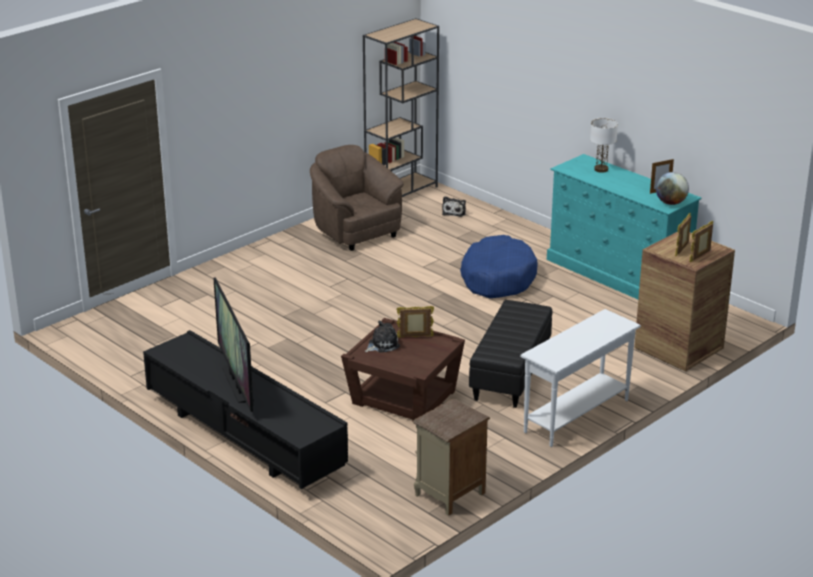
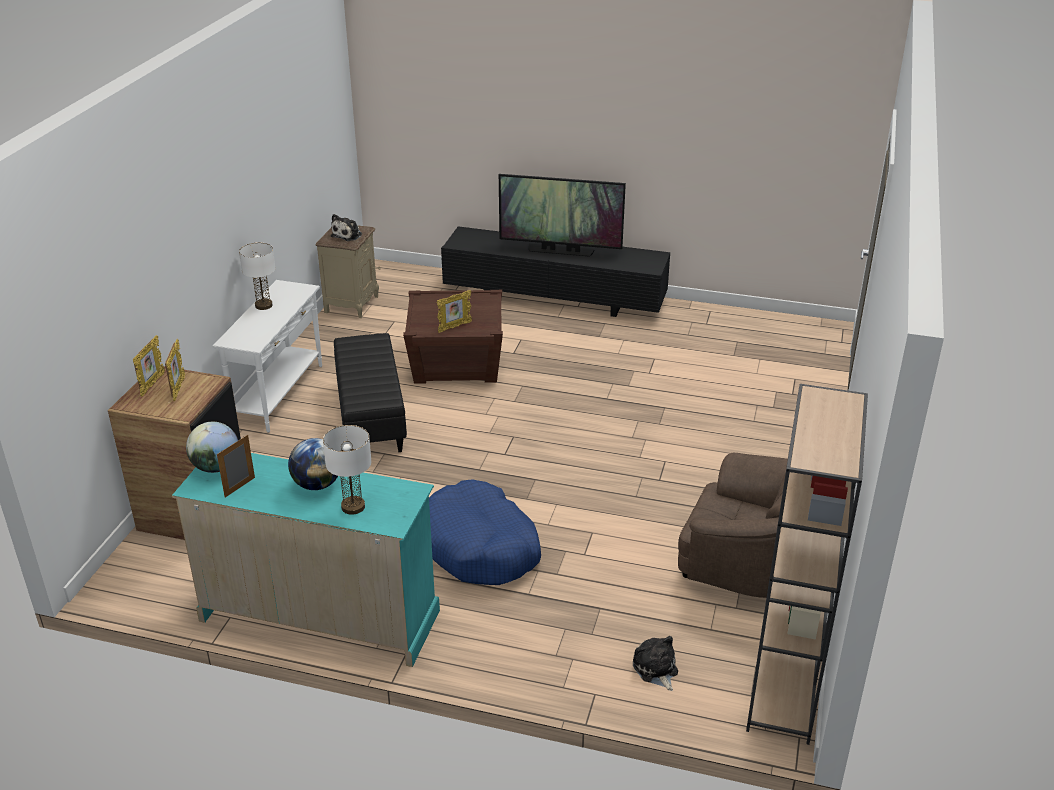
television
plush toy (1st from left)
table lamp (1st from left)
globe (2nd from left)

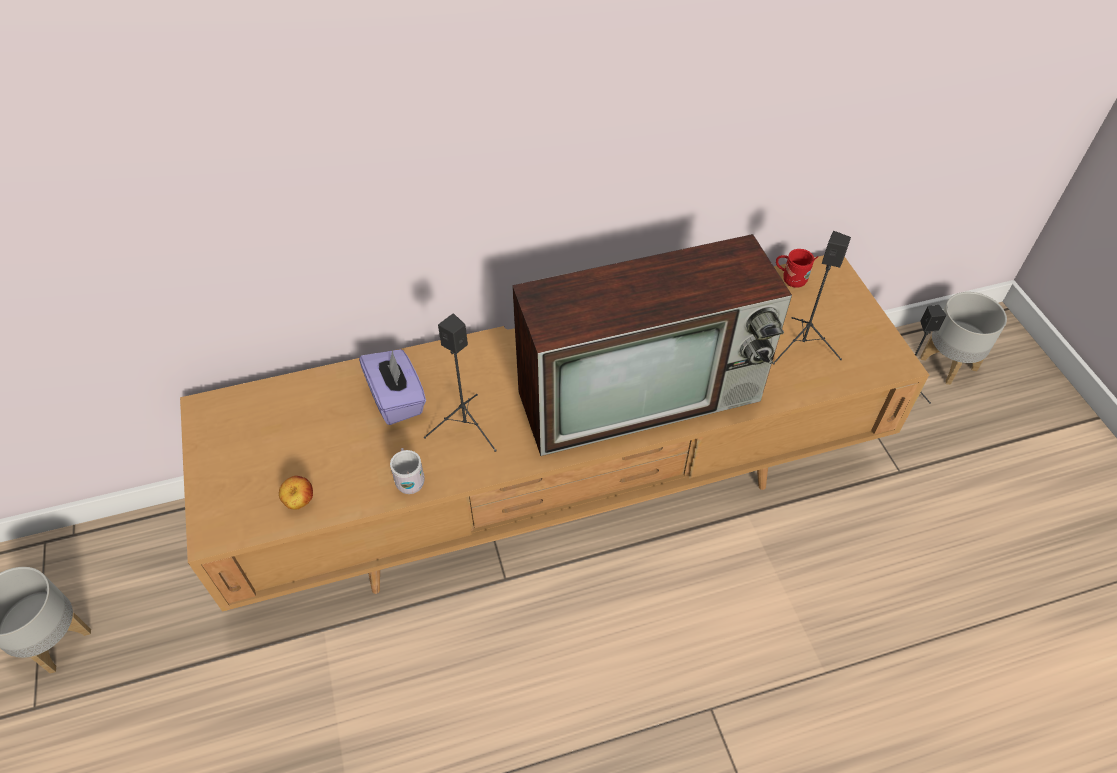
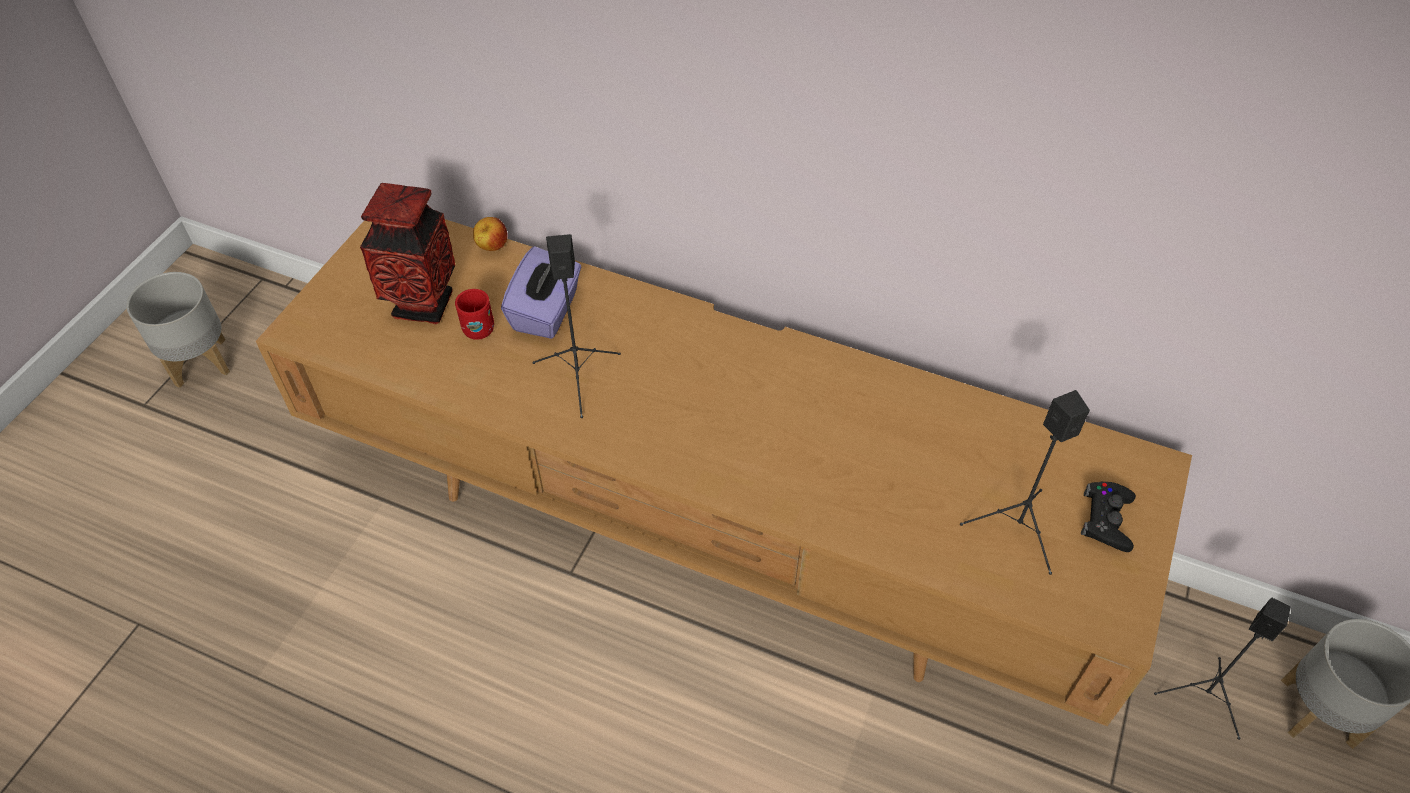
apple
white mug
television
red mug
vase
black game controller

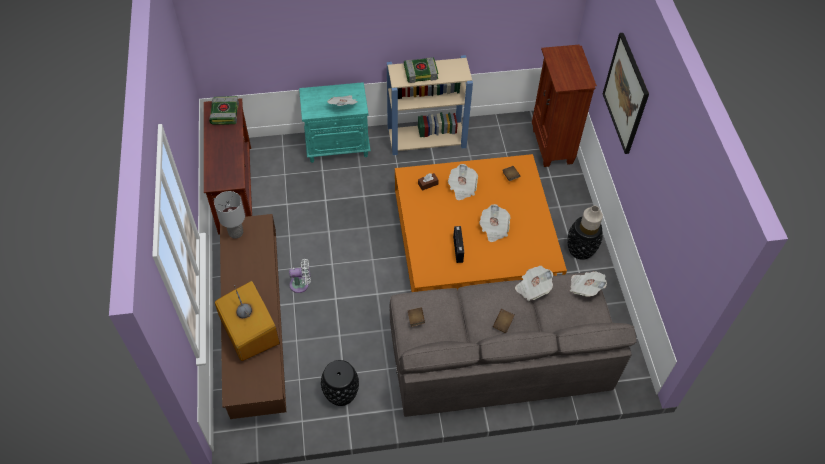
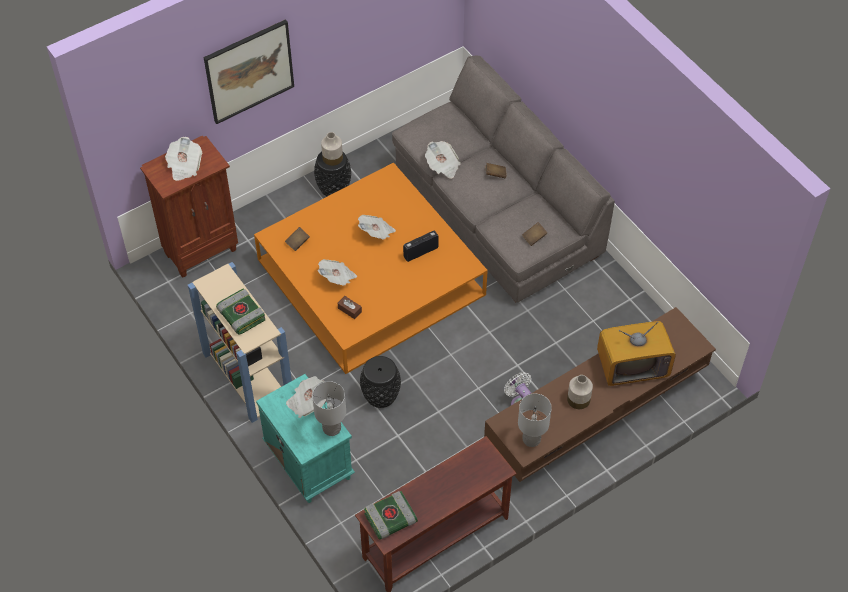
television
black stool (2nd from left)
newspaper (1st from left)
grey table lamp (1st from left)
beige vase (2nd from left)

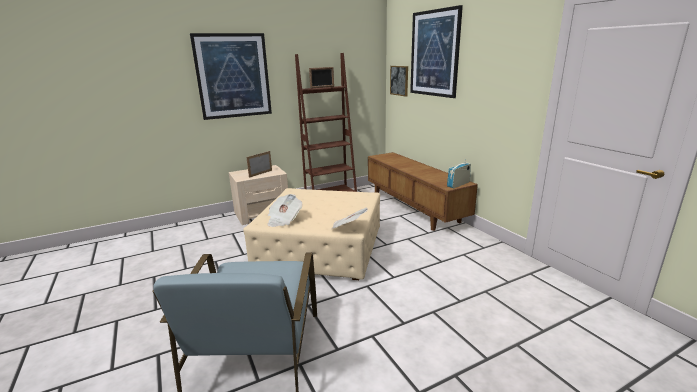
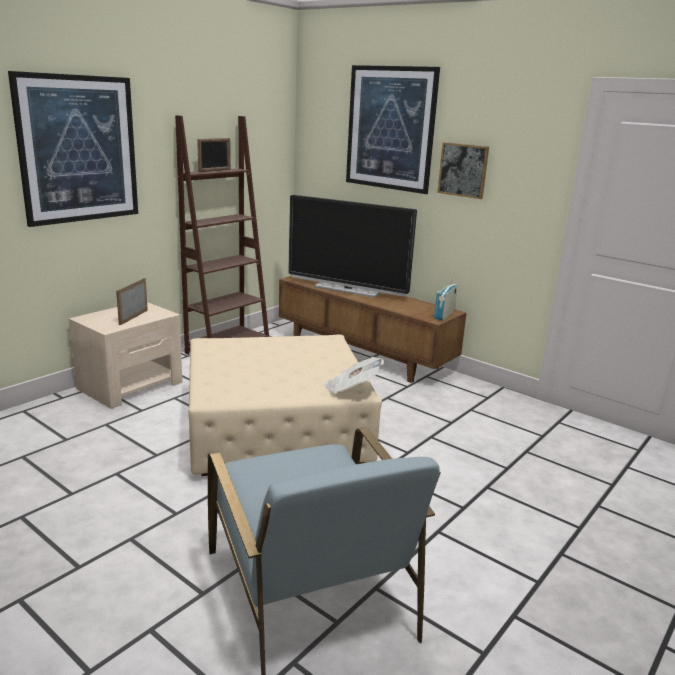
newspaper (1st from left in the first image)
picture (3rd from left)
television

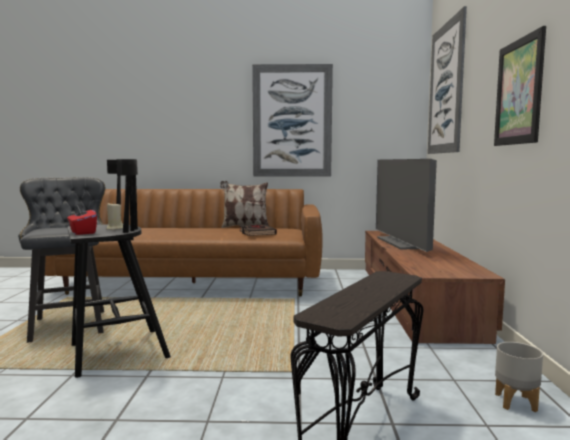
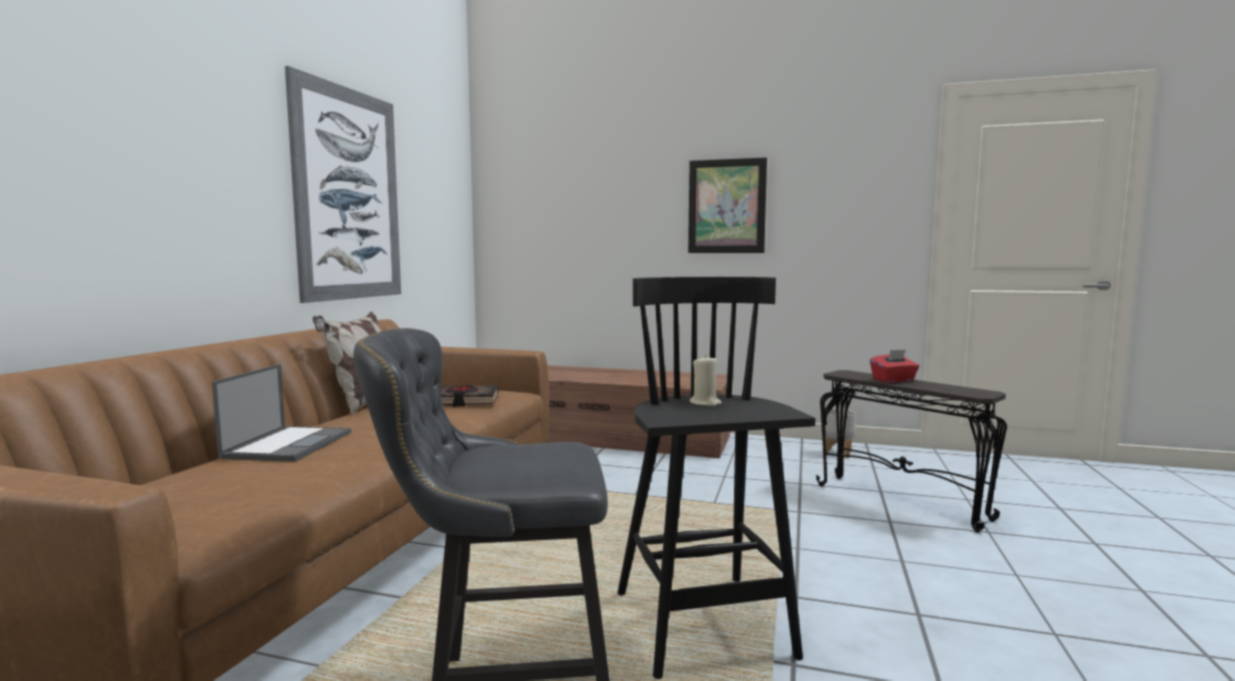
red tissue box
television
picture (2nd from left in the first image)
laptop

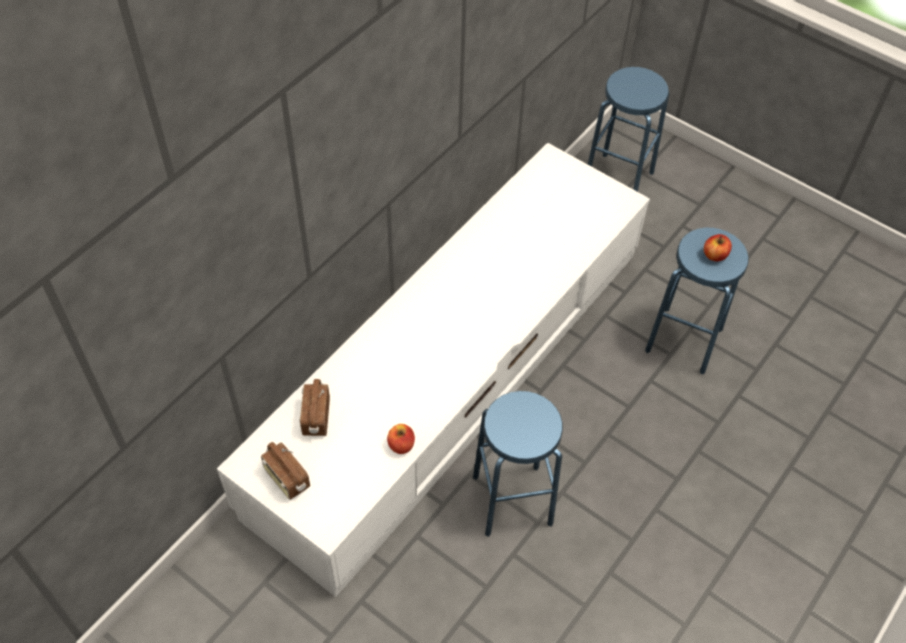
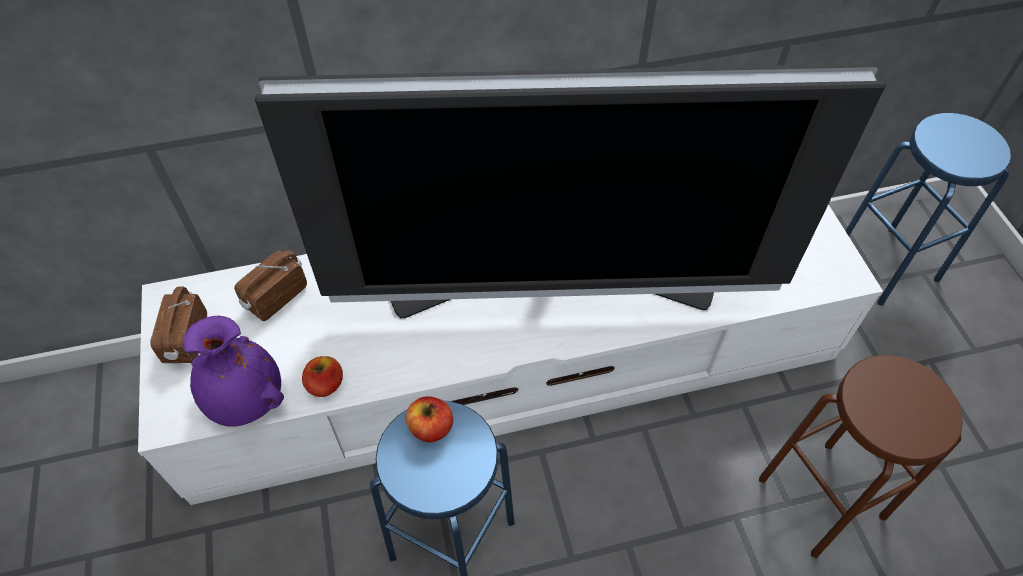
brown stool
apple (2nd from left)
purple vase
television

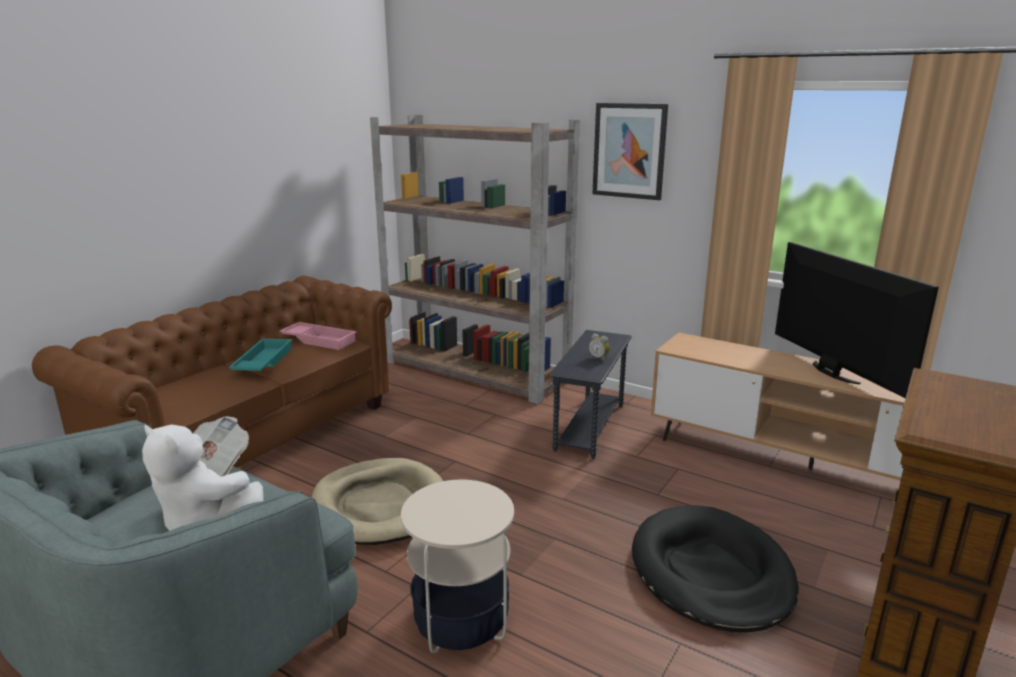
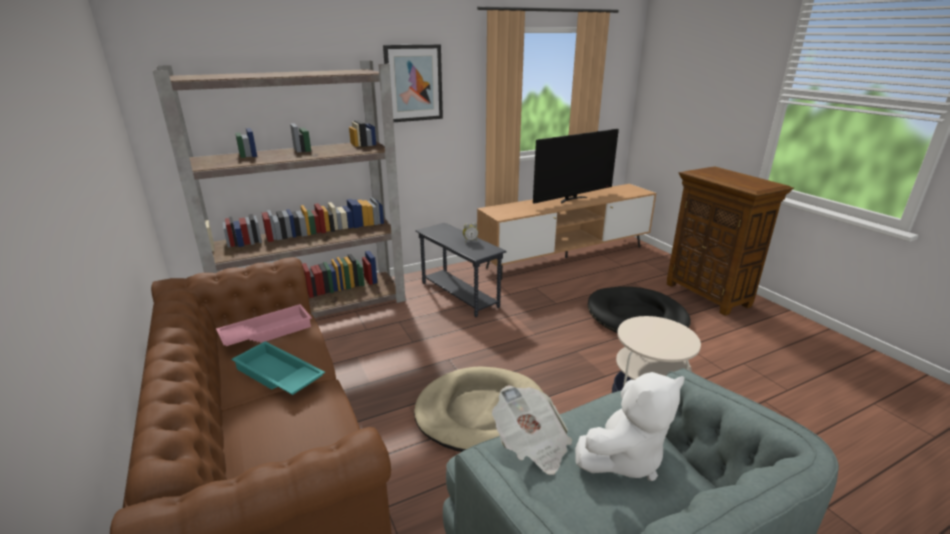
television

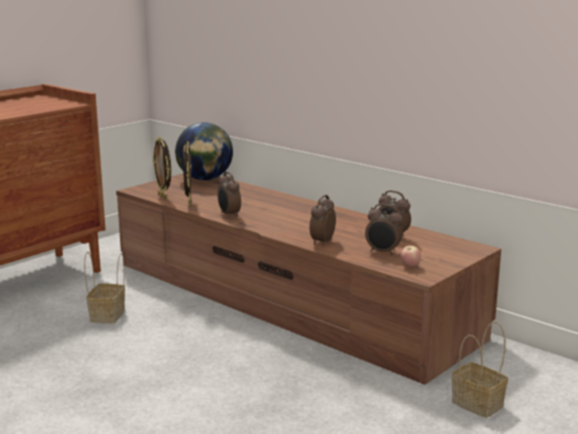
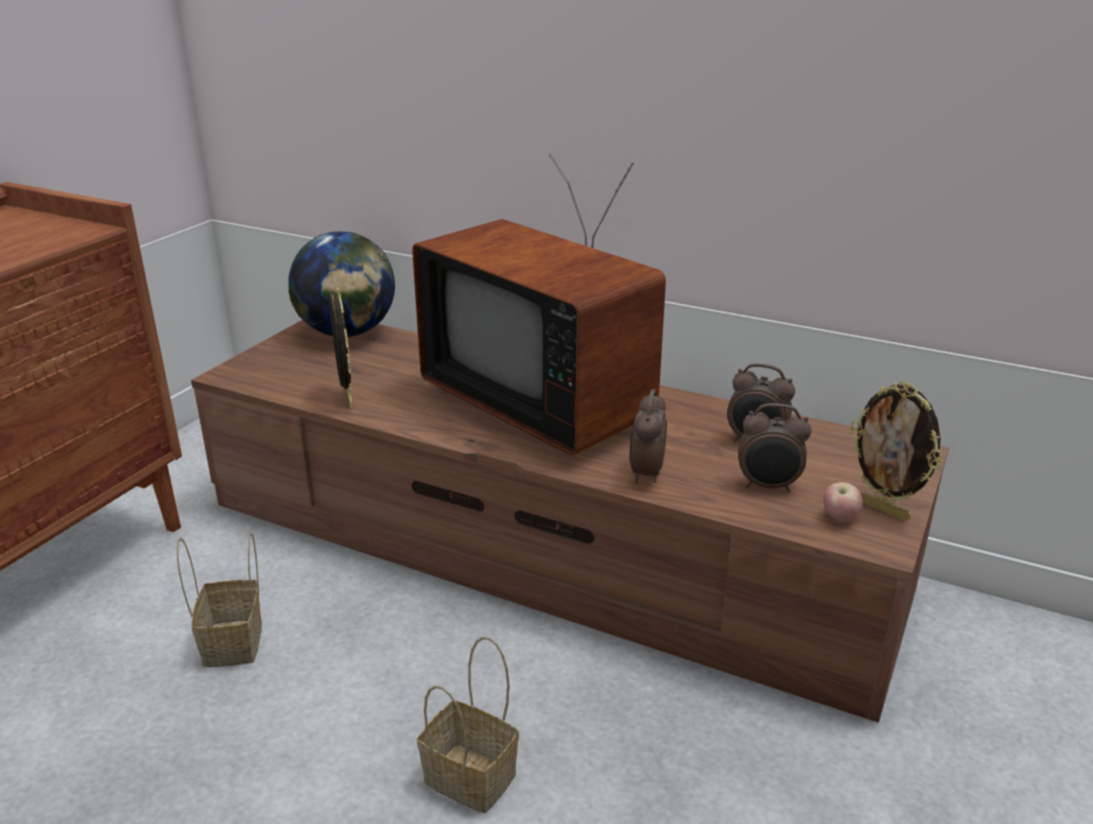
picture frame (2nd from left)
alarm clock (1st from left in the first image)
basket (2nd from left)
television

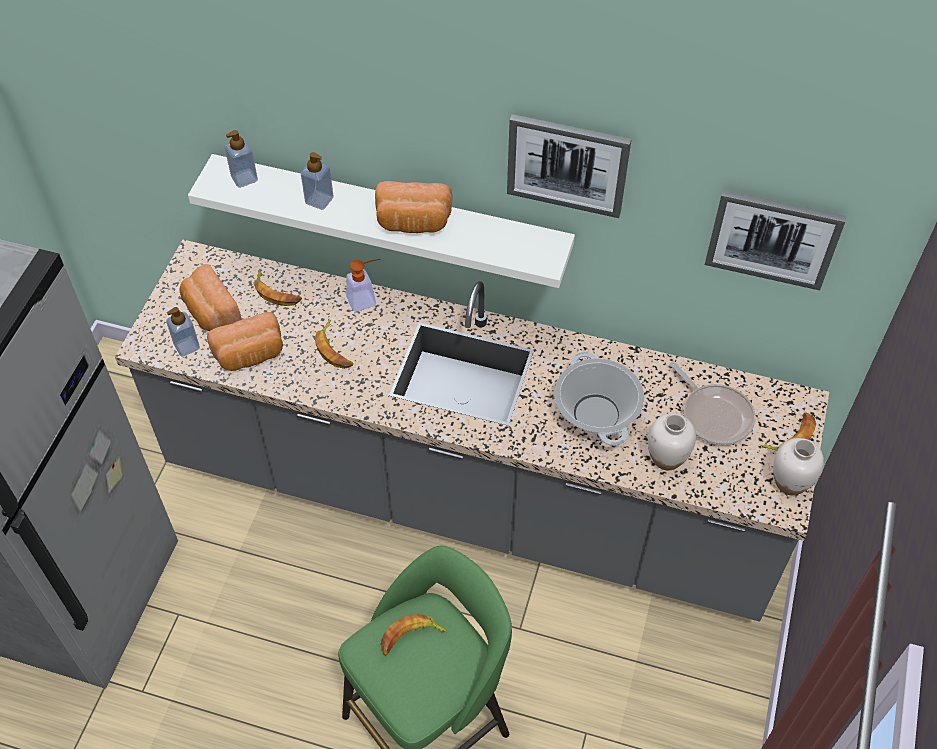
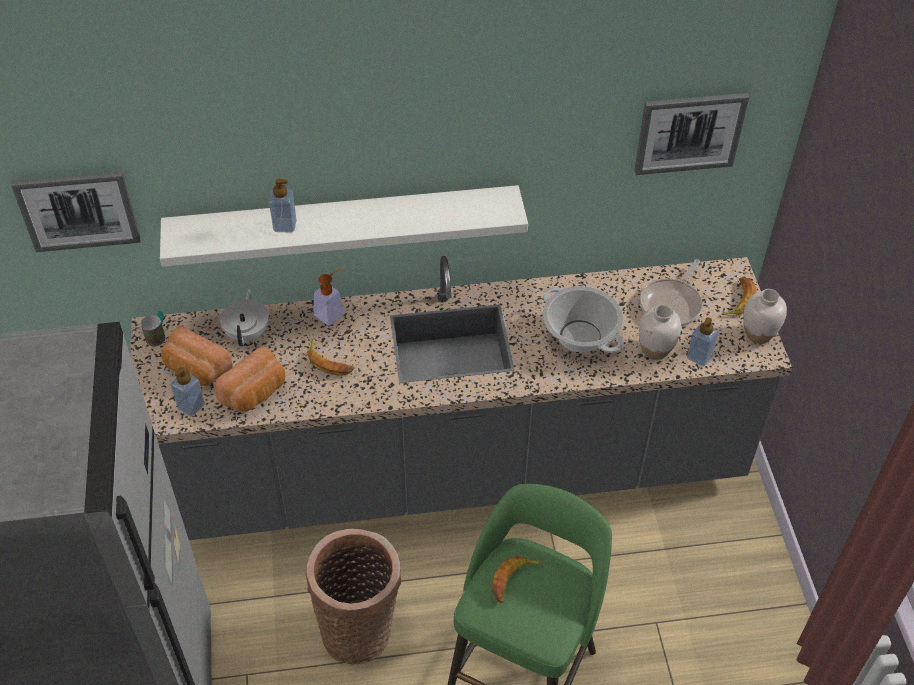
soap dispenser (4th from left)
white teapot
bread (3rd from left in the first image)
picture (1st from left)
frying pan
mug
basket

